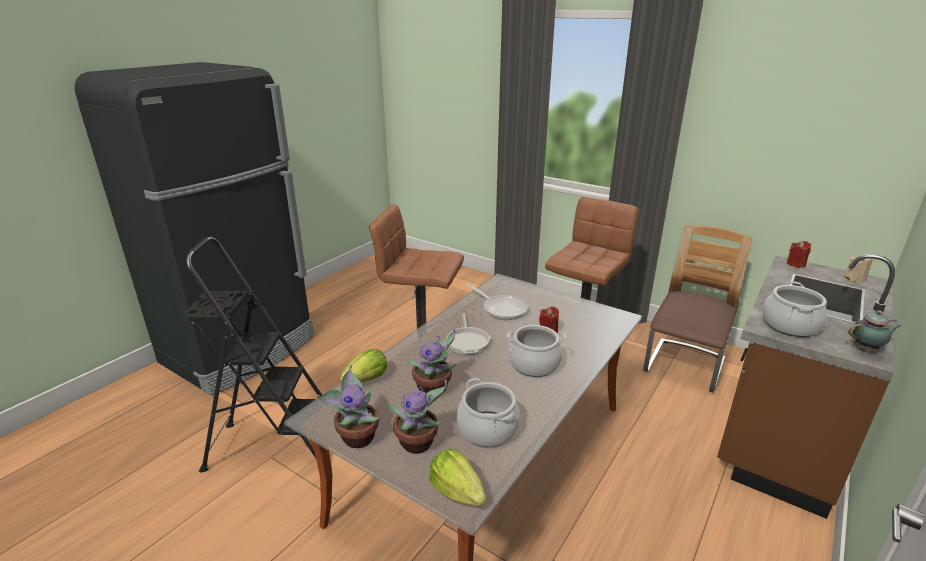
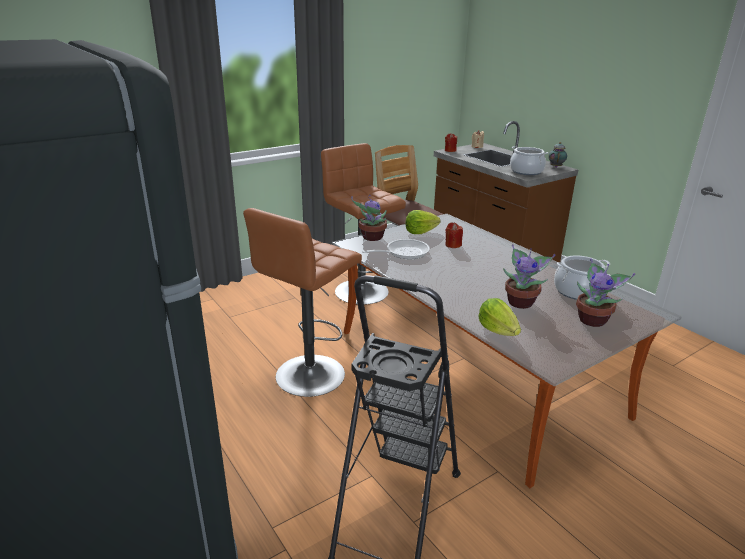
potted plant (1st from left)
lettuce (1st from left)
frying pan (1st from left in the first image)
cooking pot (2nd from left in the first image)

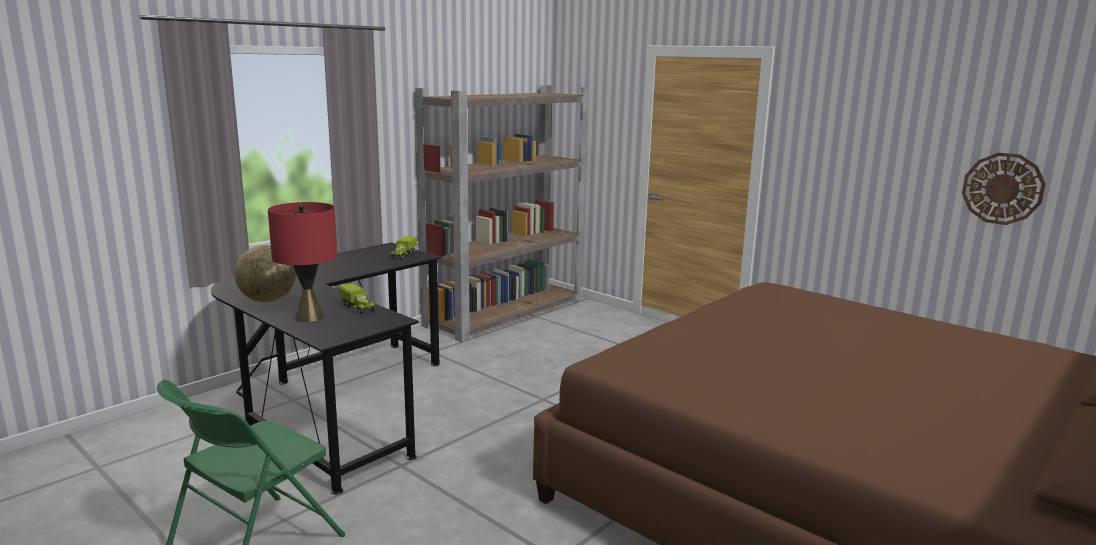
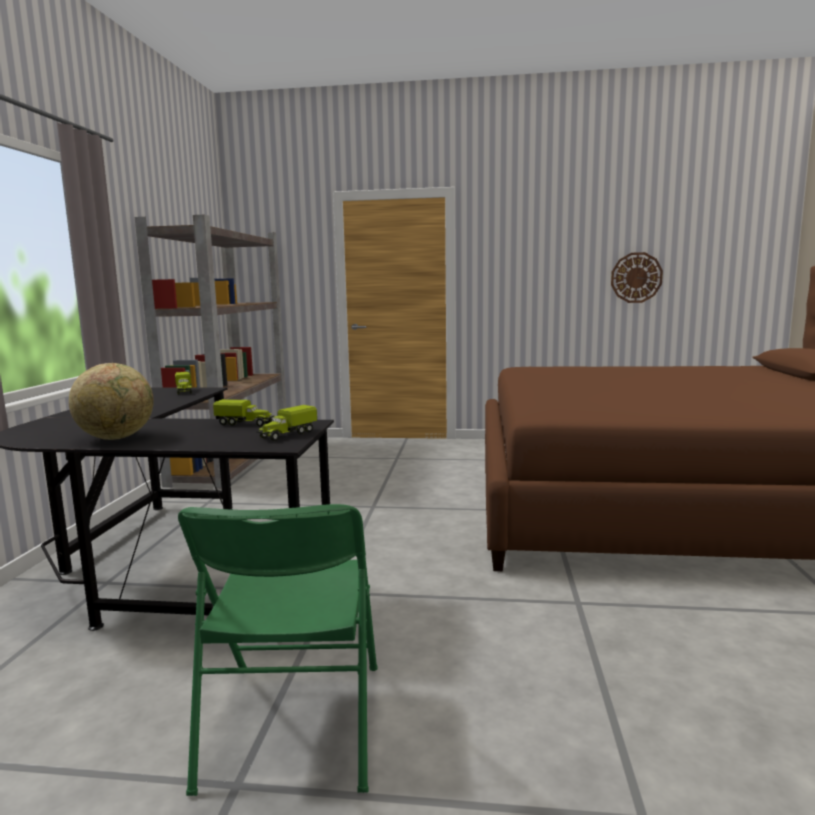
red table lamp
toy truck (3rd from left)

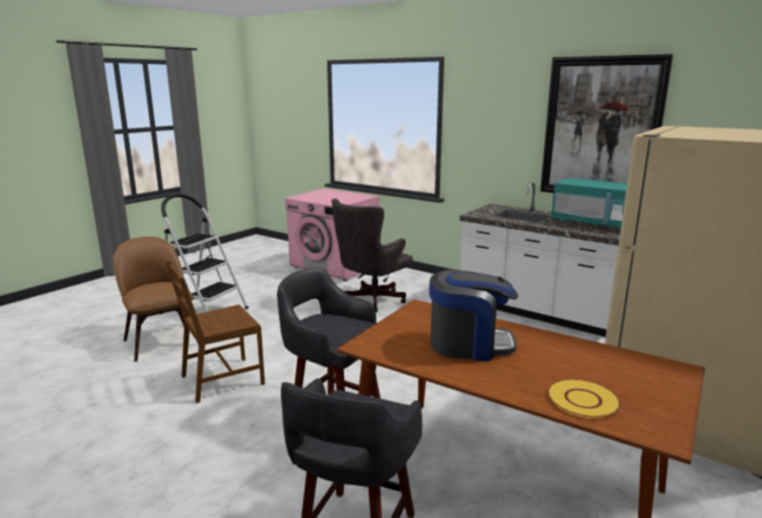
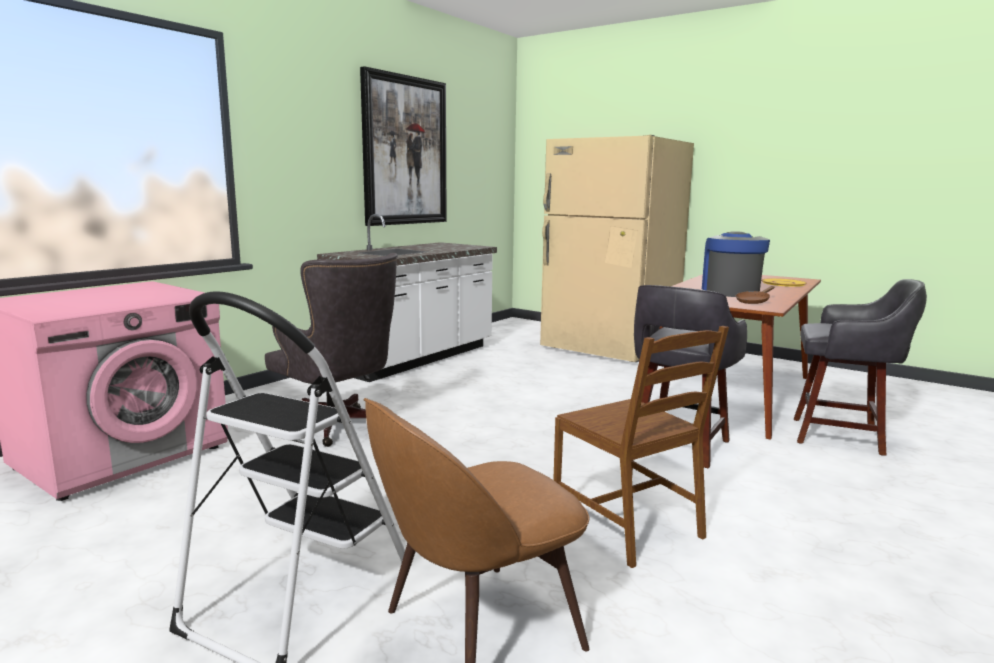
turquoise microwave
brown frying pan

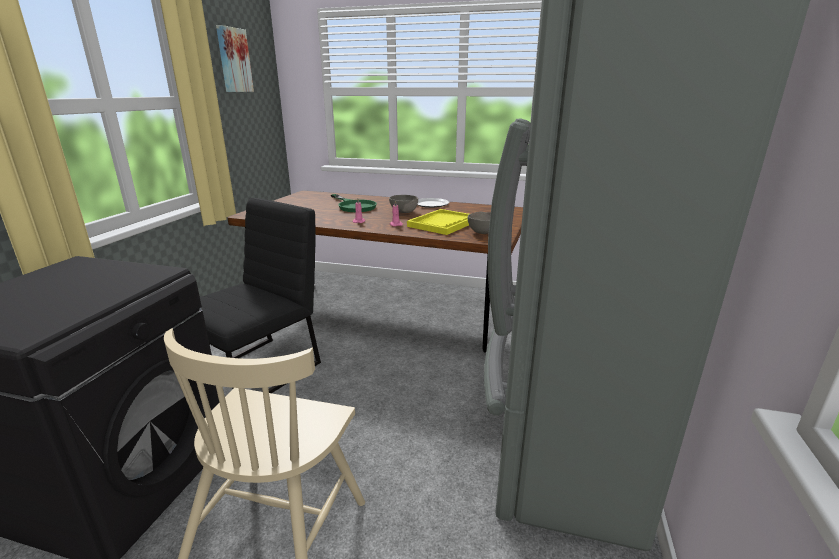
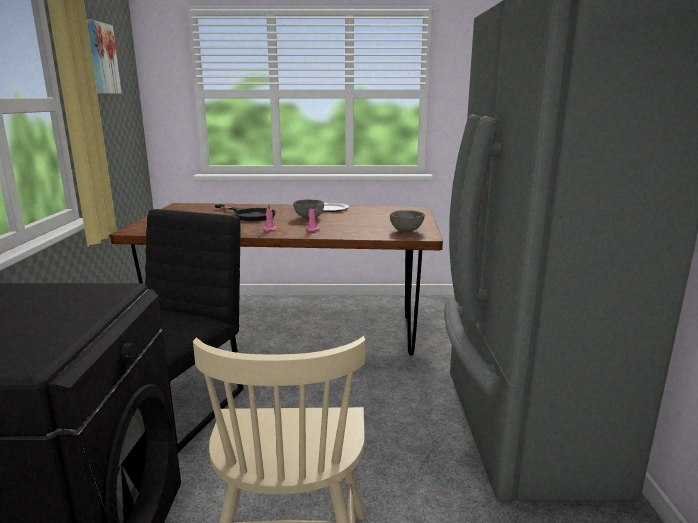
black frying pan
yellow tray

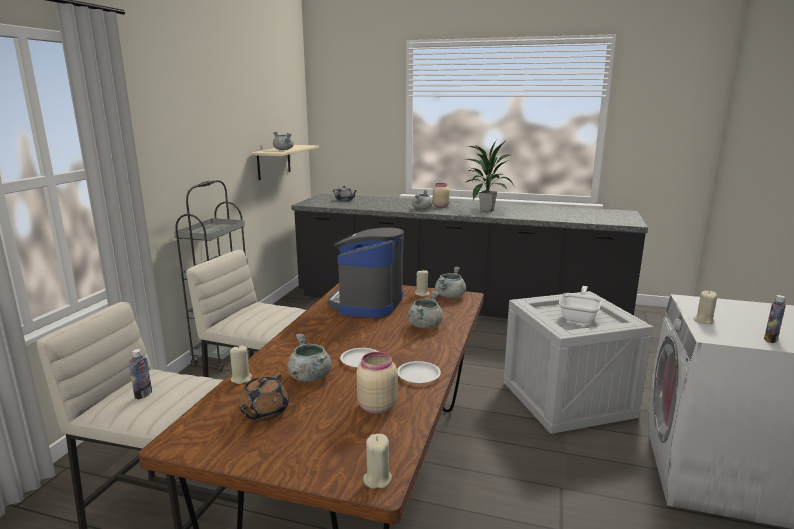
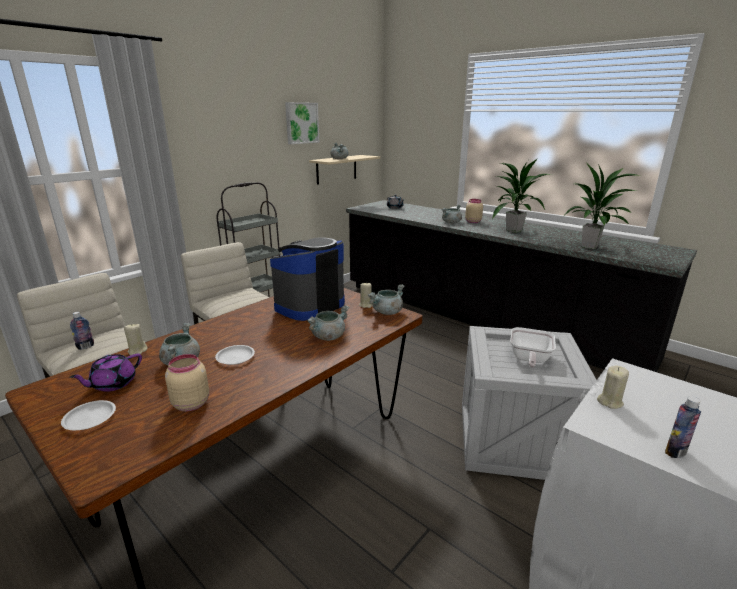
purple teapot
beige candle (2nd from left in the first image)
white plate (1st from left)
frying pan
picture
potted plant (2nd from left)

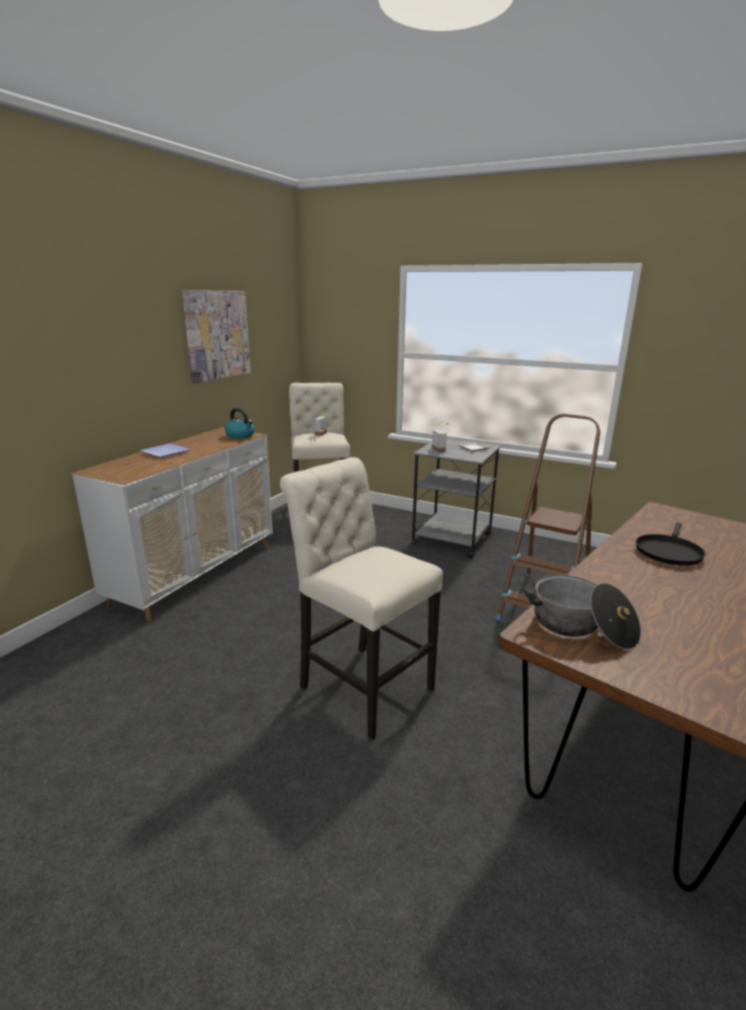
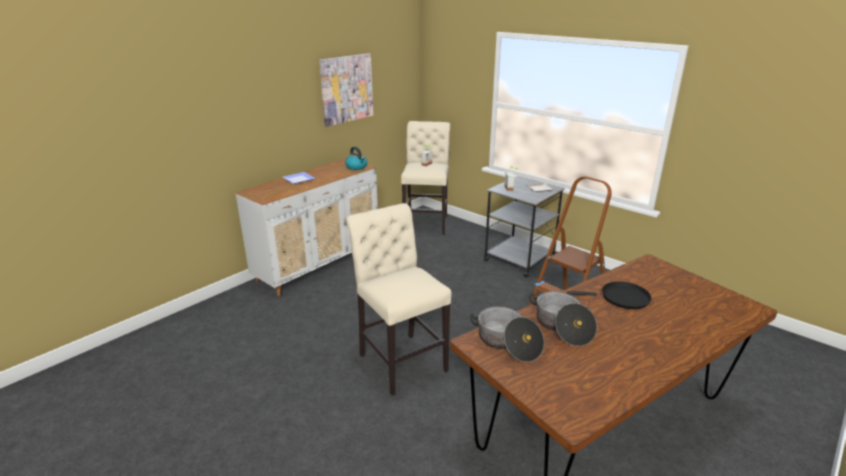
black frying pan
cooking pot (2nd from left)

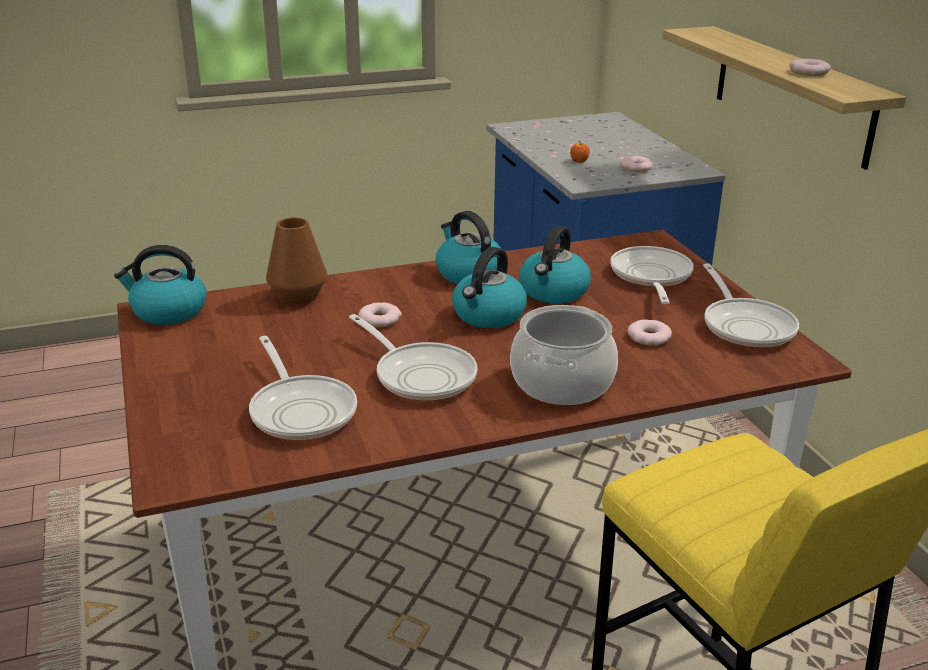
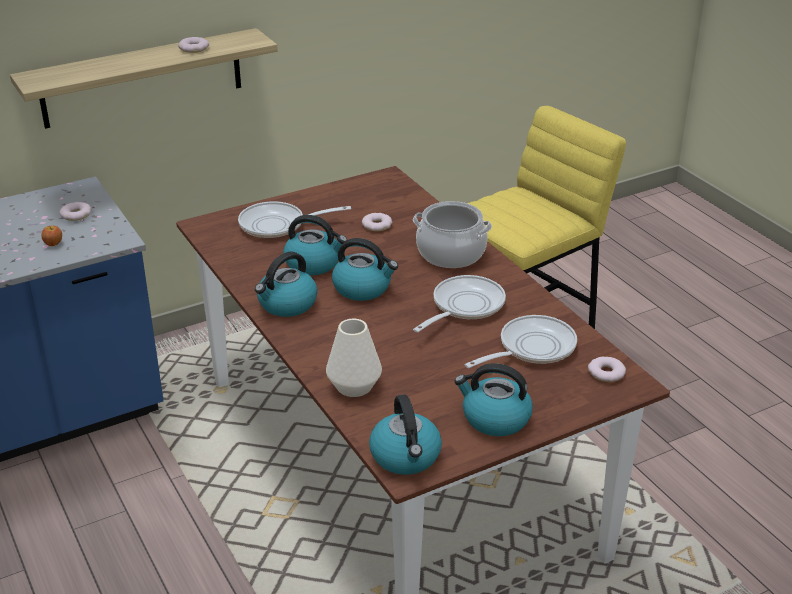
white vase
donut (4th from left)
frying pan (4th from left in the first image)
kettle (5th from left)

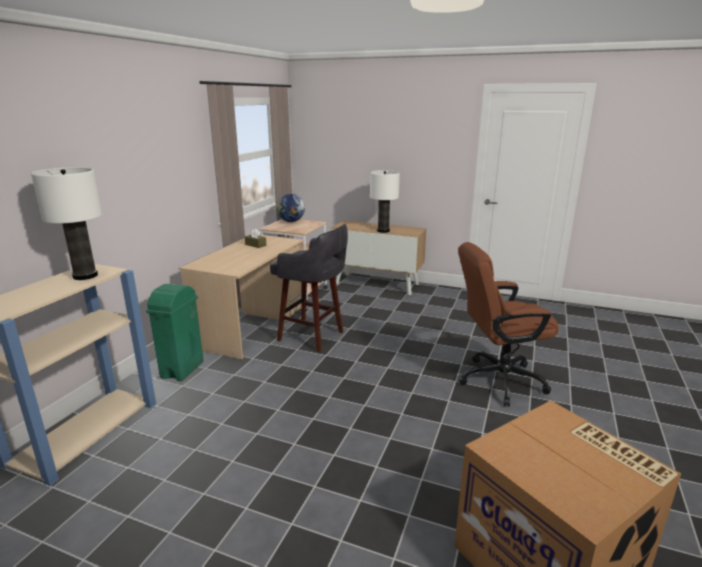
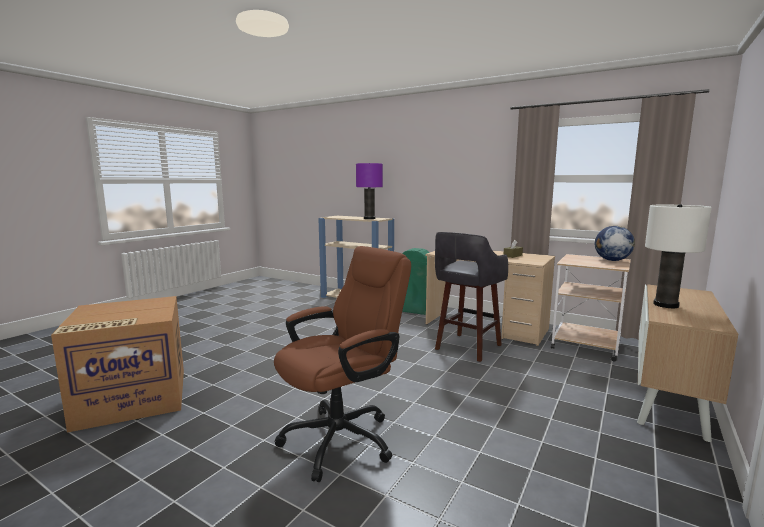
purple table lamp
brown office chair

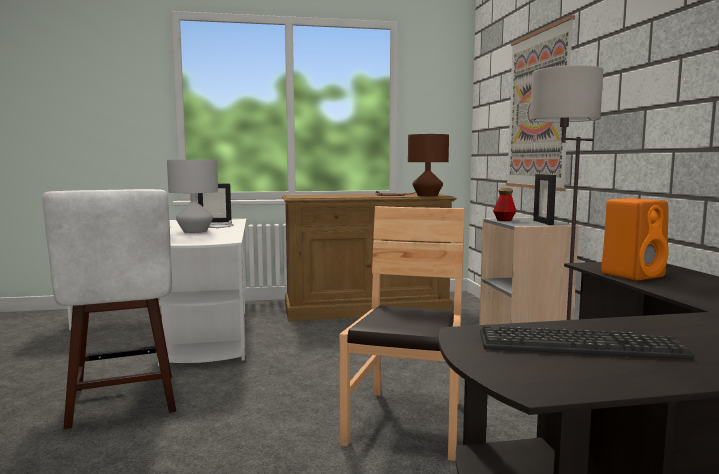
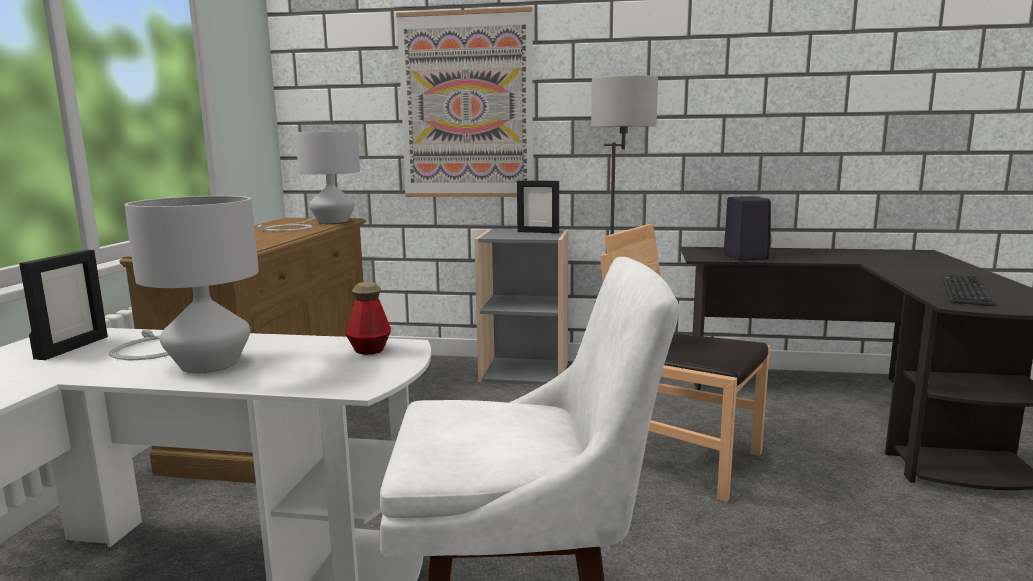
grey table lamp (2nd from left)
bottle
black speaker

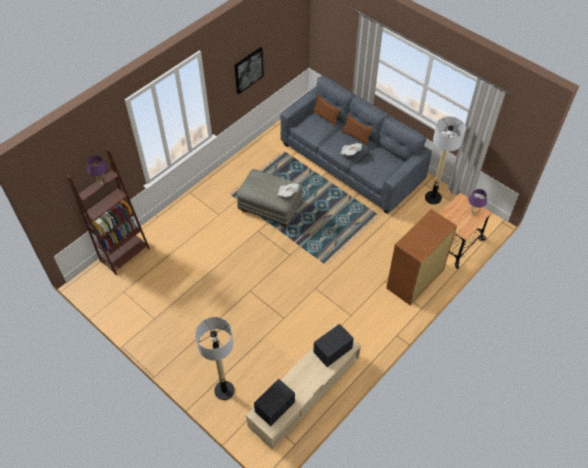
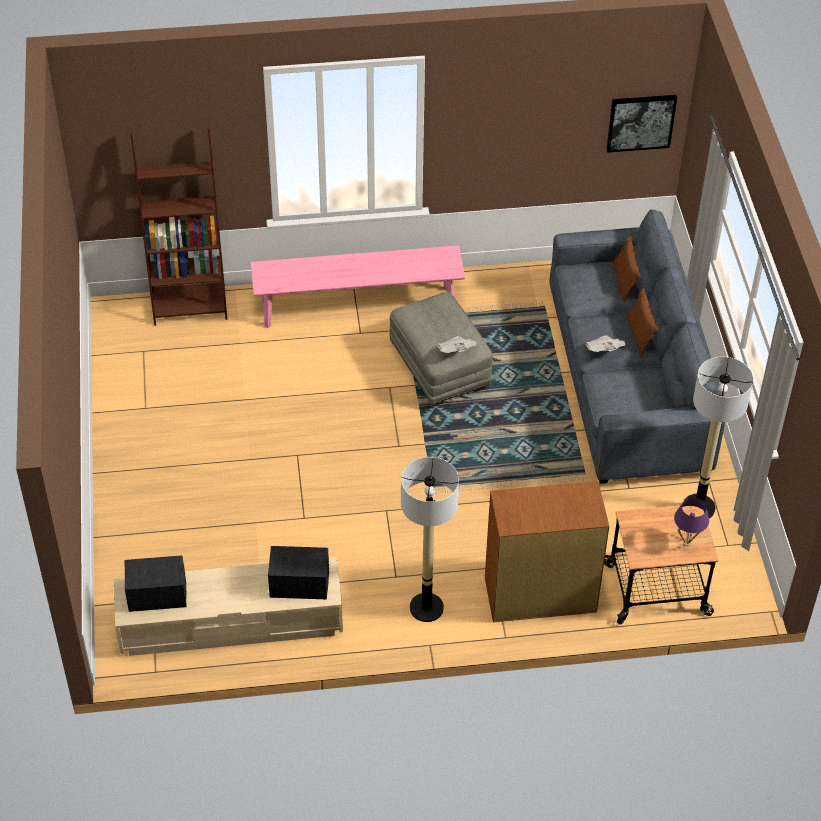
purple table lamp (1st from left in the first image)
floor lamp (1st from left)
picture
pink bench

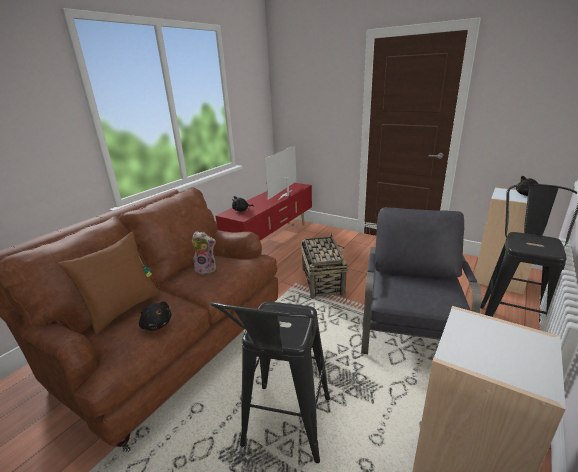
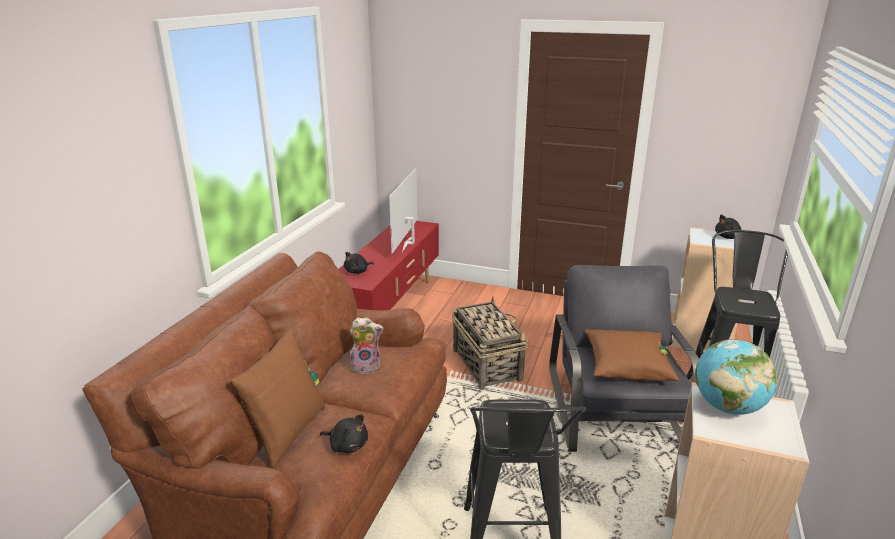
brown pillow (2nd from left)
globe

